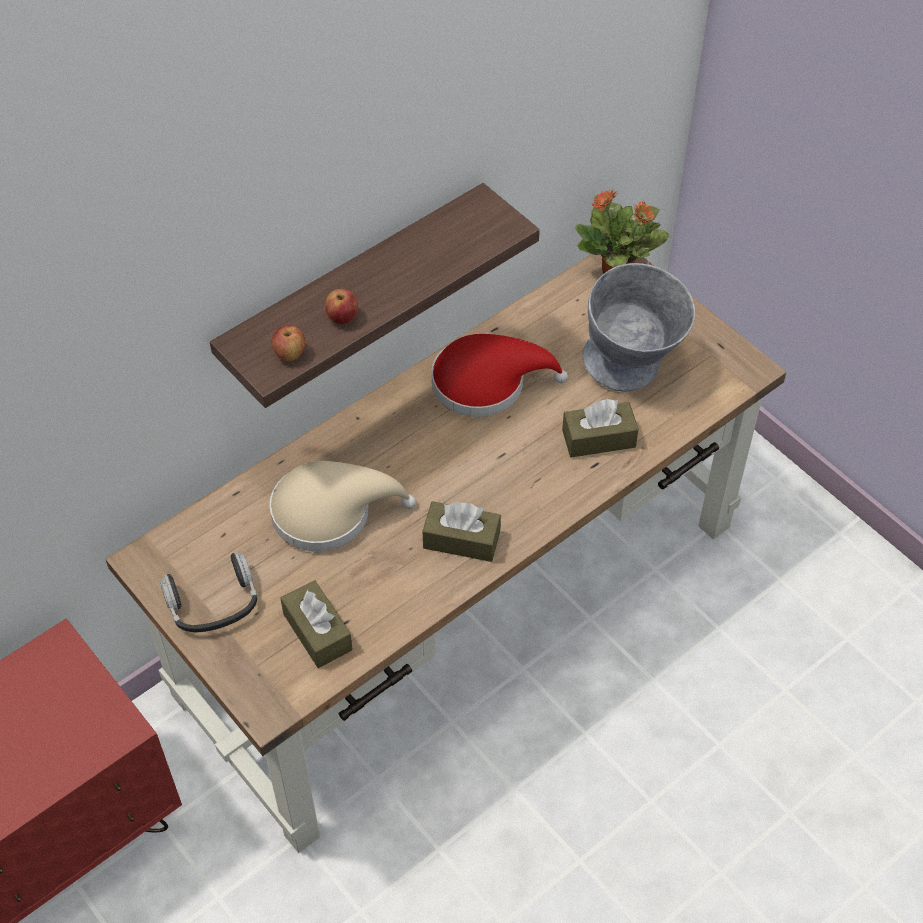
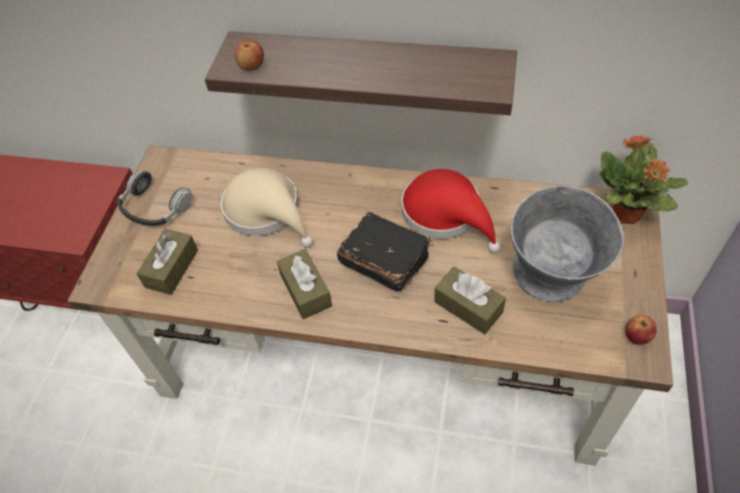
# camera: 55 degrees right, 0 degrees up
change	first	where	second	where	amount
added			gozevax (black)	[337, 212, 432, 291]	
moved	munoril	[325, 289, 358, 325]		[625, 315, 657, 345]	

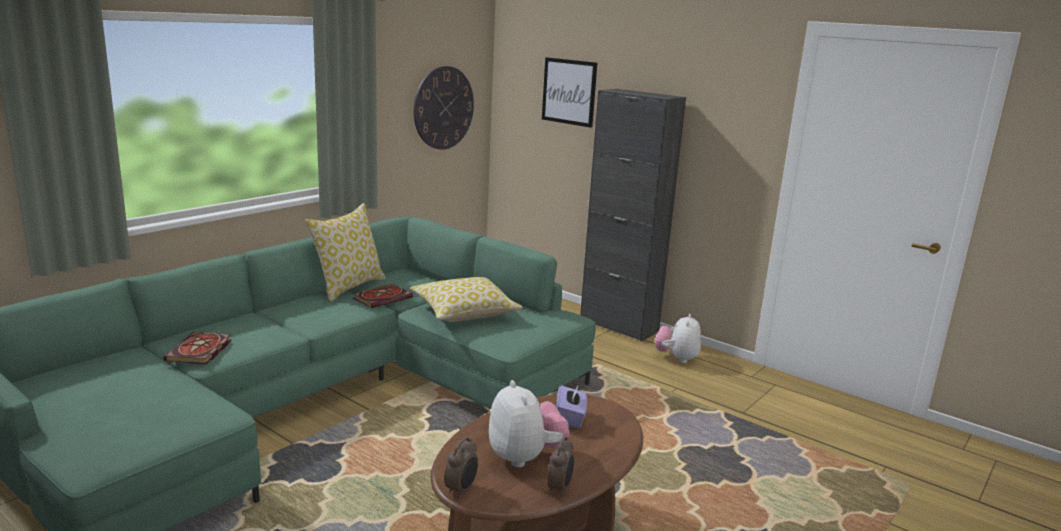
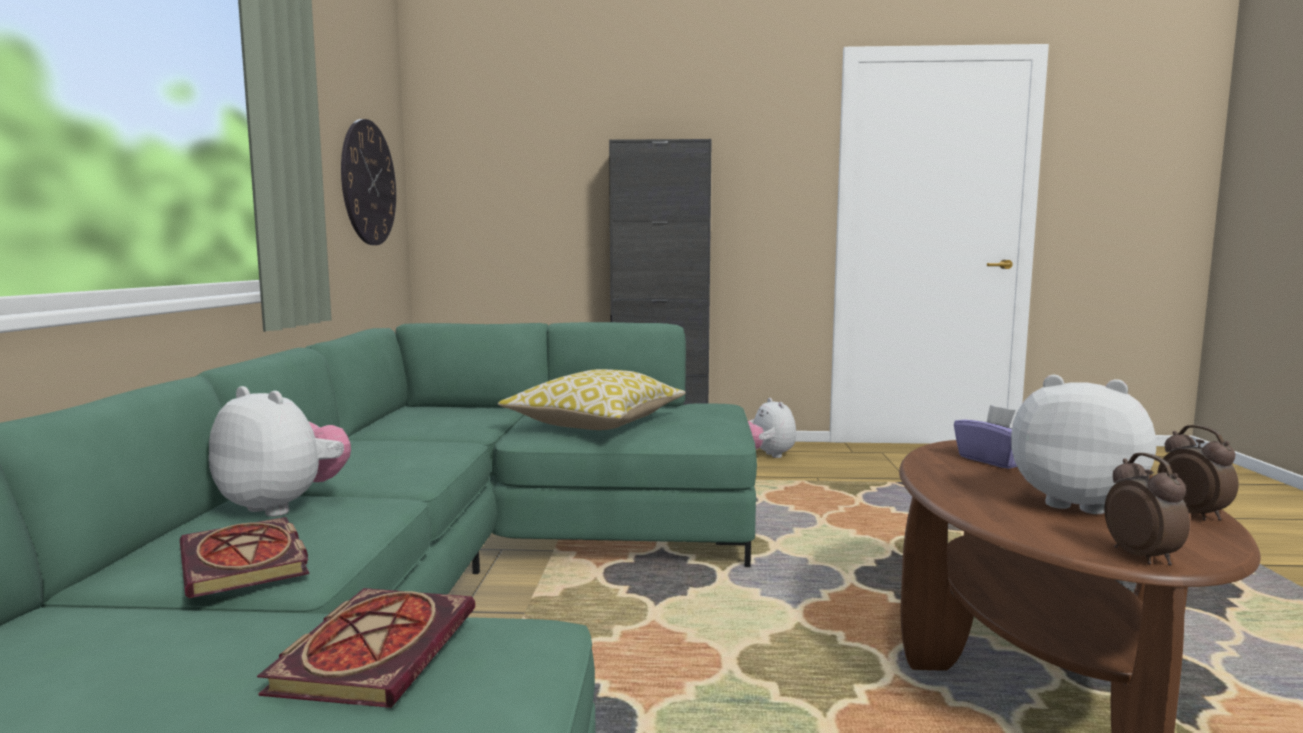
# camera: 35 degrees left, 10 degrees down
change	first	where	second	where	amount
added			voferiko	[209, 386, 351, 517]	
moved	gozevax	[353, 284, 413, 308]		[257, 588, 475, 708]	
removed	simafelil	[305, 203, 386, 302]			
removed	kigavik	[542, 57, 597, 128]			

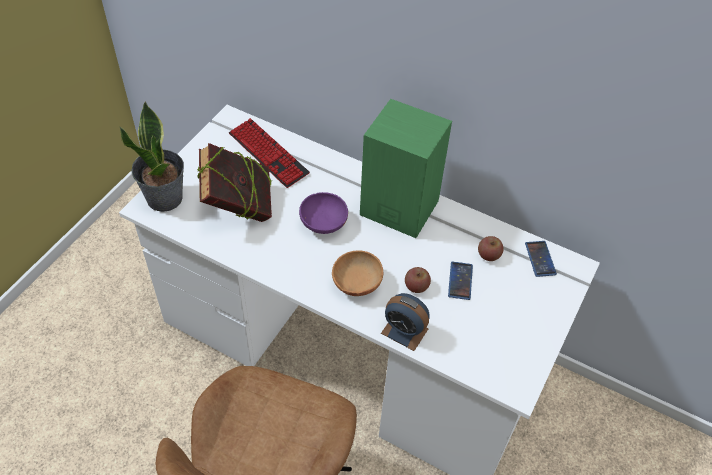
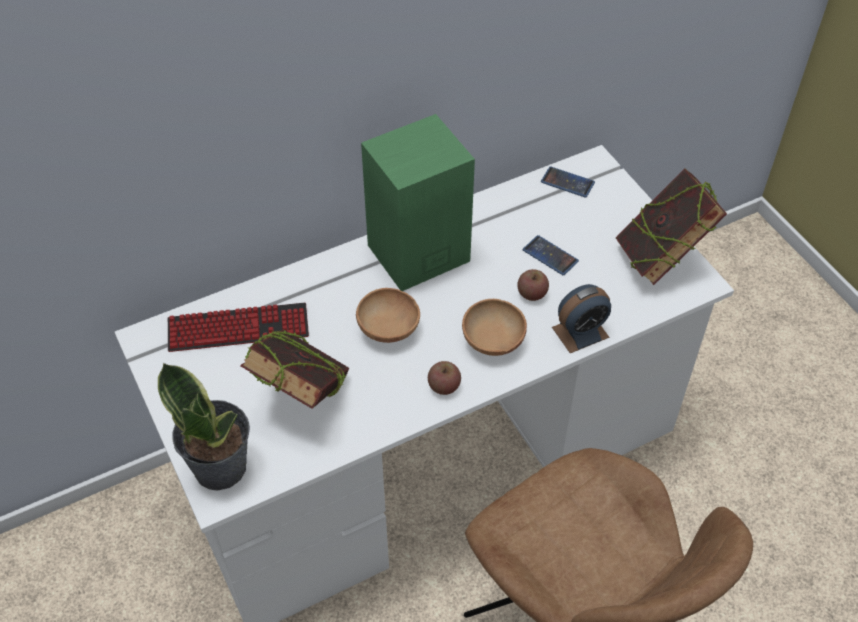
# camera: 55 degrees left, 0 degrees up
change	first	where	second	where	amount
recoloured	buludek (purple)	[299, 192, 348, 234]	buludek (brown)	[356, 288, 420, 343]	
moved	munoril	[478, 236, 503, 261]		[428, 361, 461, 395]	
added			gozevax	[616, 168, 727, 285]	

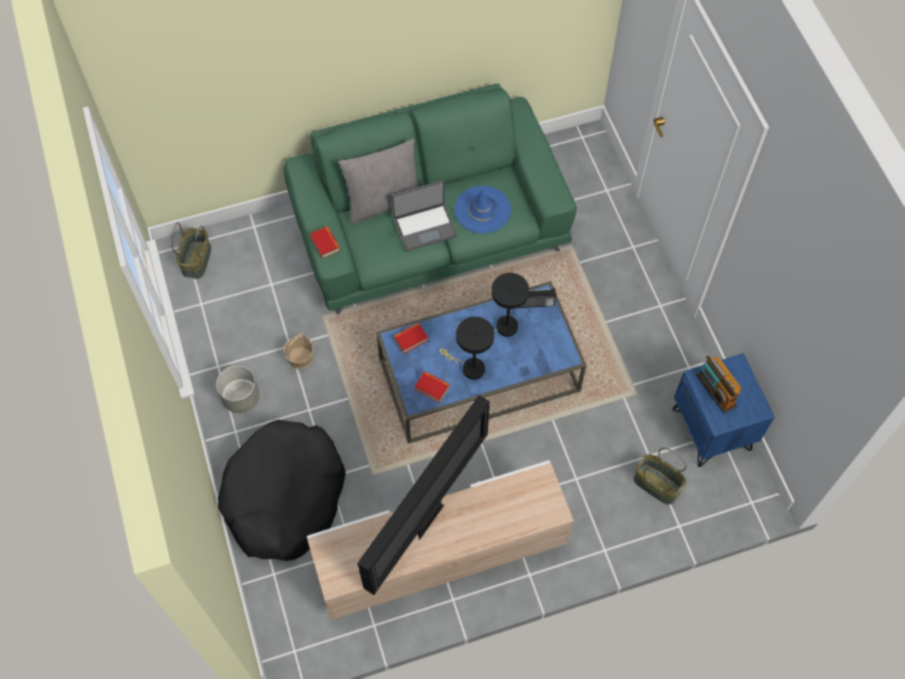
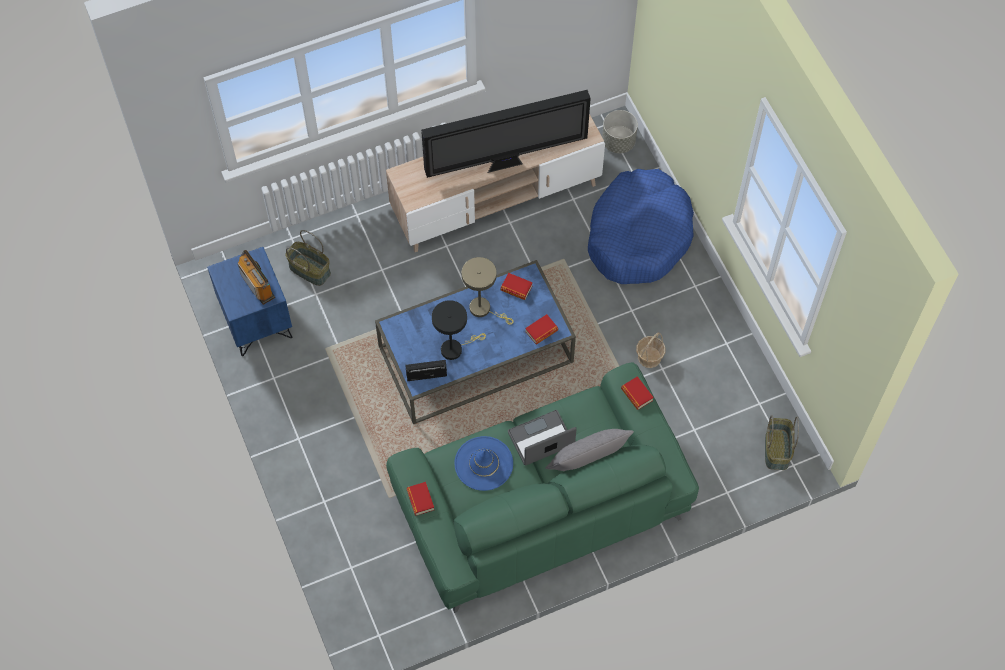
# camera: 175 degrees right, 0 degrees up
change	first	where	second	where	amount
added			gozevax	[407, 482, 434, 516]	
turned	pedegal	[358, 395, 490, 595]		[421, 90, 591, 178]	135 degrees counterclockwise
recoloured	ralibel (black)	[439, 317, 494, 380]	ralibel (beige)	[462, 257, 514, 325]	
recoloured	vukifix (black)	[218, 420, 346, 561]	vukifix (blue)	[588, 169, 694, 284]	
moved	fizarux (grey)	[216, 366, 259, 413]		[602, 110, 638, 153]	

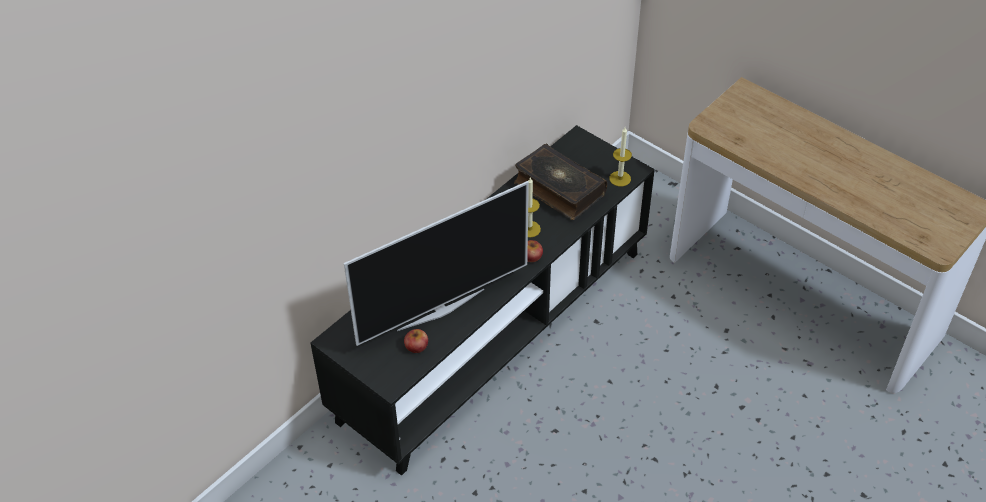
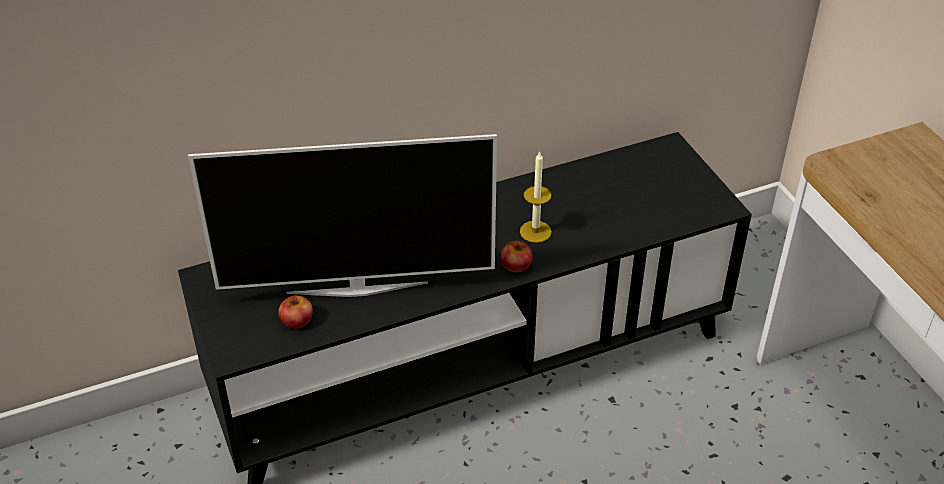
# camera: 25 degrees right, 5 degrees down
change	first	where	second	where	amount
removed	gozevax	[514, 144, 607, 220]			
removed	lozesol	[609, 127, 632, 186]			

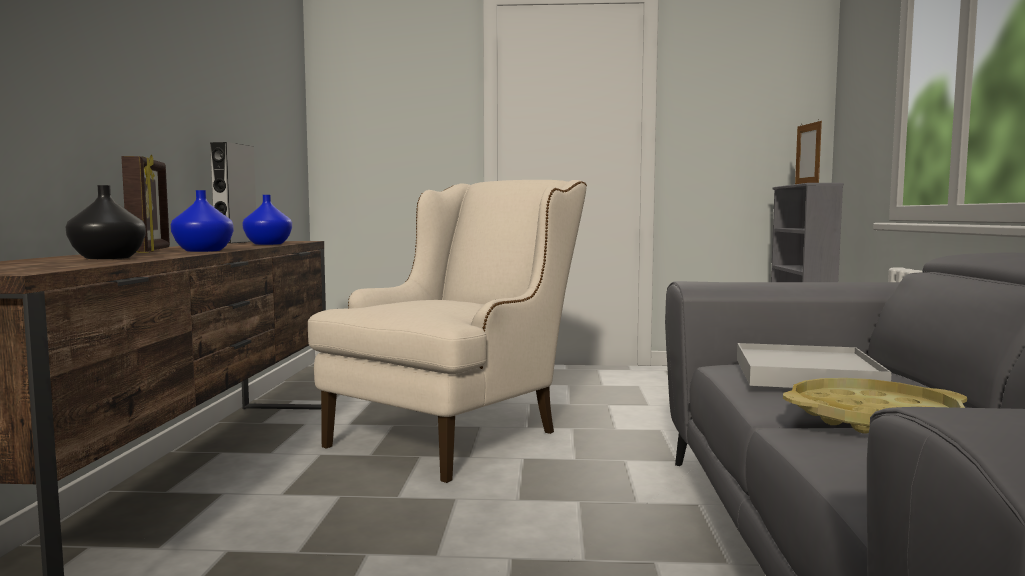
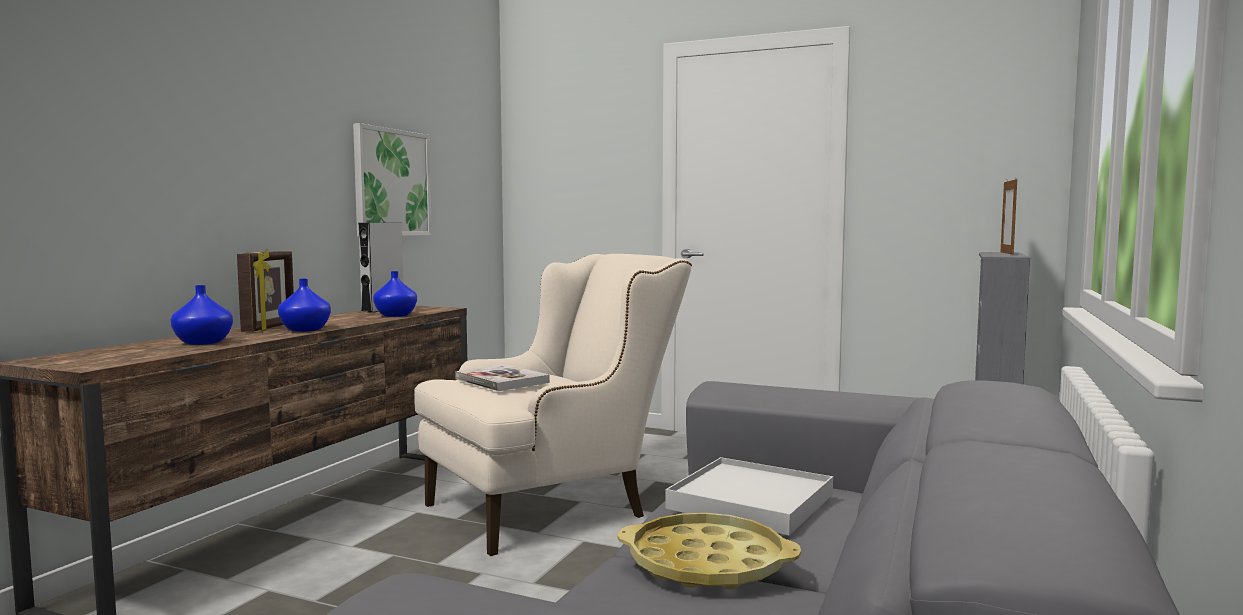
# camera: 20 degrees right, 0 degrees up
change	first	where	second	where	amount
recoloured	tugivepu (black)	[66, 185, 146, 259]	tugivepu (blue)	[171, 285, 233, 345]	
added			kigavik	[353, 123, 432, 237]	
added			gozevax	[455, 364, 550, 391]	

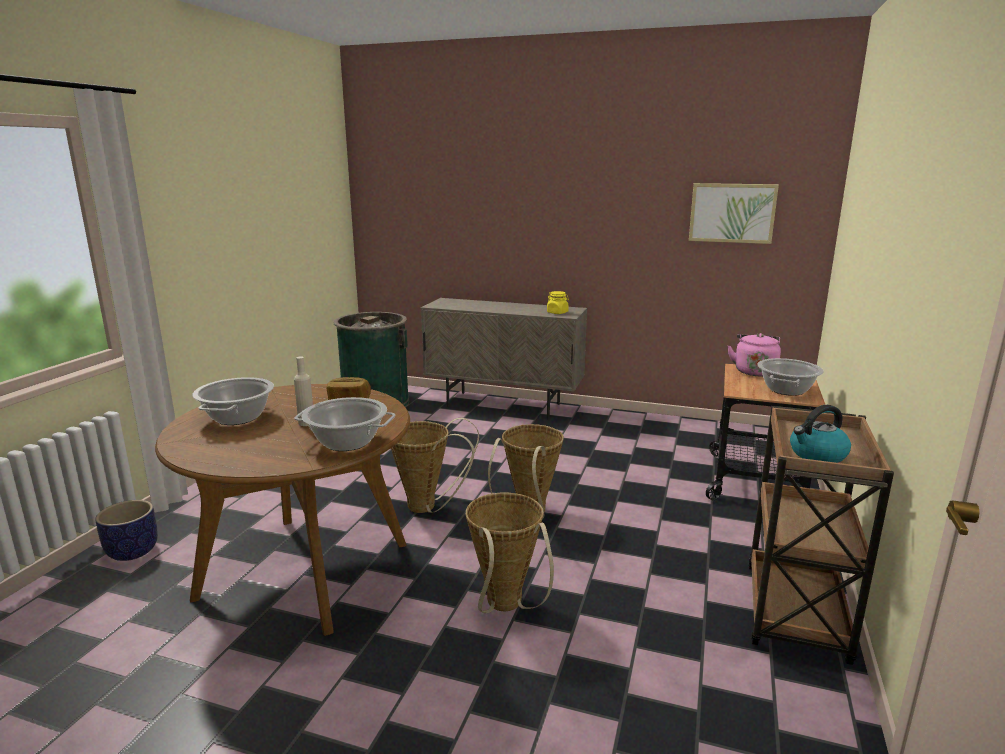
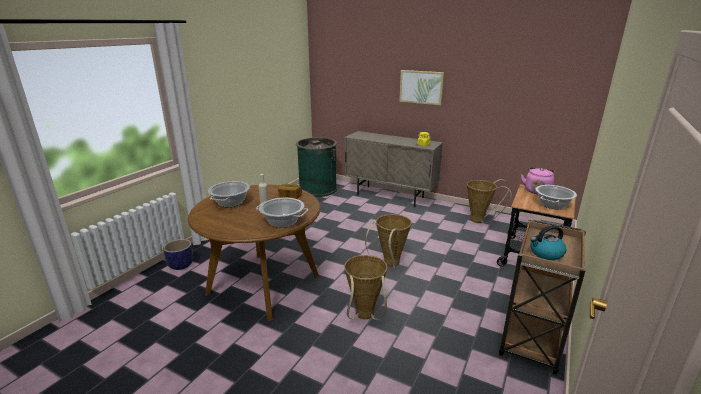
# camera: 10 degrees right, 5 degrees up
change	first	where	second	where	amount
moved	kigavik	[689, 183, 779, 244]		[399, 70, 444, 105]	
moved	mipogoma	[391, 418, 479, 513]		[467, 179, 512, 223]	

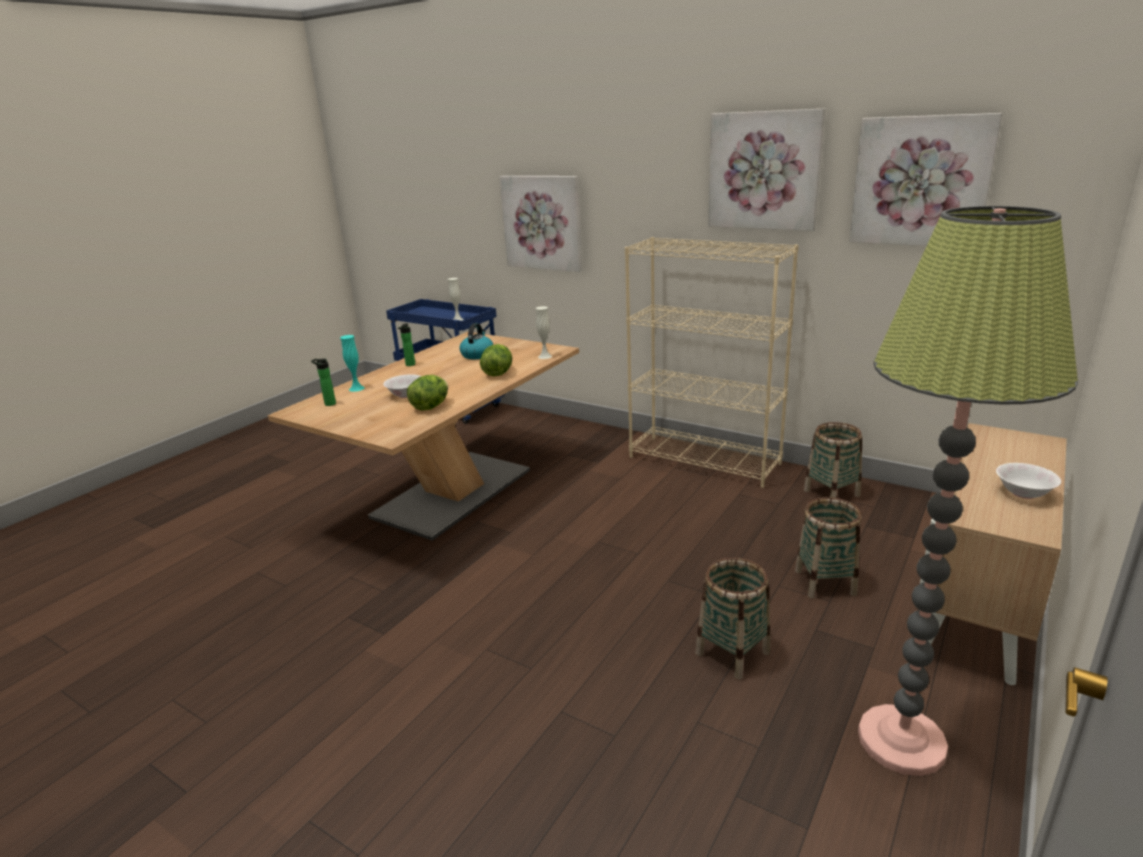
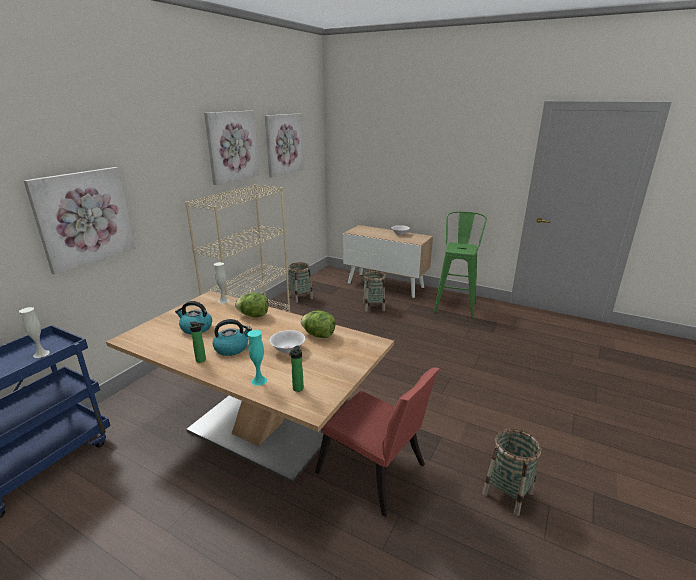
# camera: 95 degrees left, 0 degrees up
change	first	where	second	where	amount
added			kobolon	[213, 319, 252, 356]	
added			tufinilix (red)	[315, 367, 439, 517]	
replaced	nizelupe	[858, 206, 1078, 776]	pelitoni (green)	[434, 211, 487, 318]	
moved	mipogoma	[696, 558, 770, 680]		[482, 428, 541, 516]	

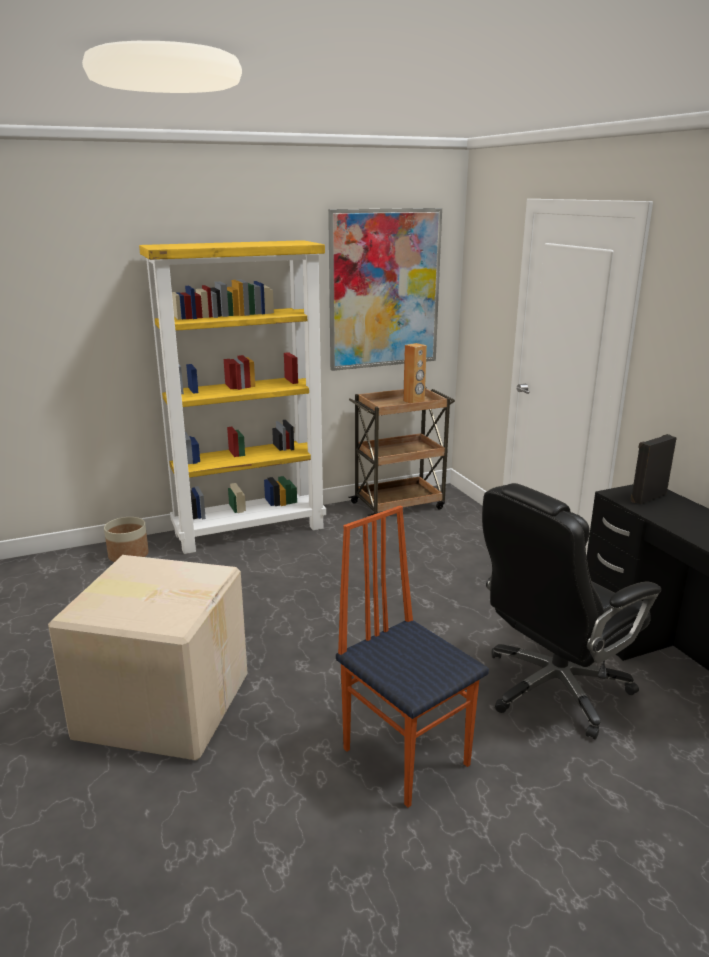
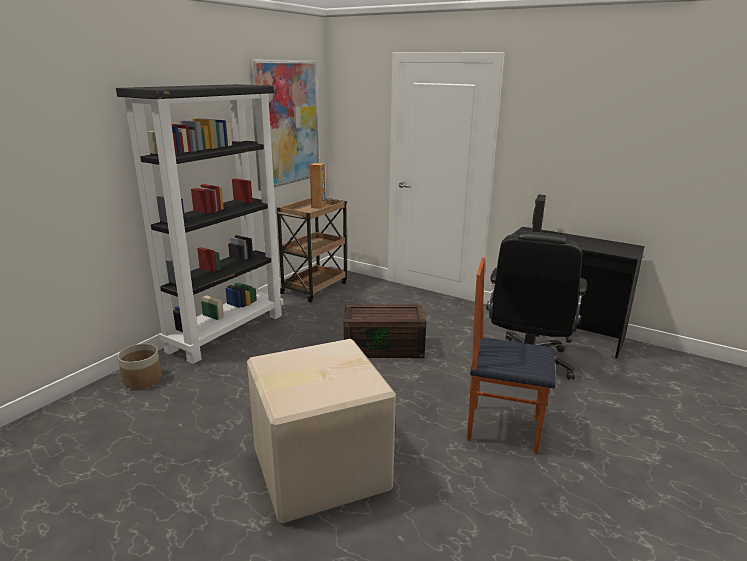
# camera: 35 degrees left, 0 degrees up
change	first	where	second	where	amount
recoloured	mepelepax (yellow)	[139, 240, 326, 554]	mepelepax (black)	[116, 84, 284, 364]	
added			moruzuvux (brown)	[344, 305, 426, 358]	

